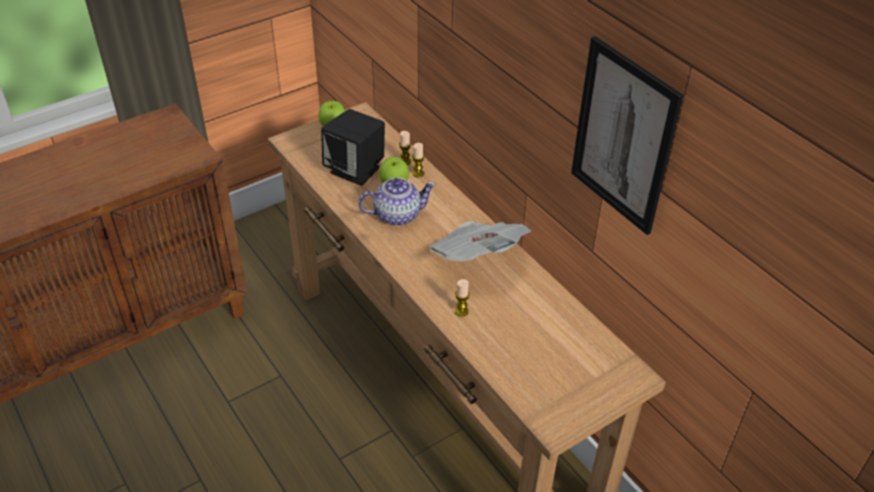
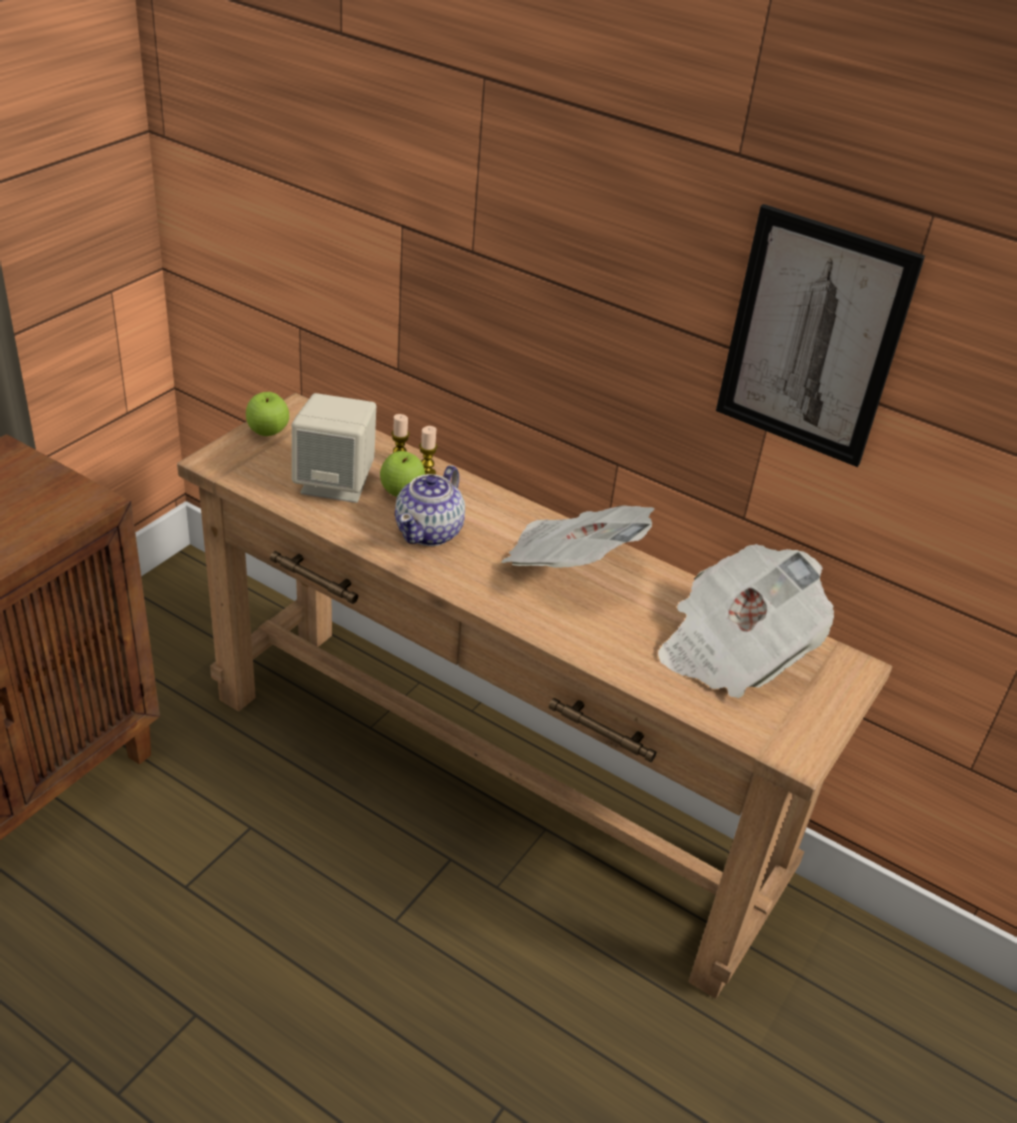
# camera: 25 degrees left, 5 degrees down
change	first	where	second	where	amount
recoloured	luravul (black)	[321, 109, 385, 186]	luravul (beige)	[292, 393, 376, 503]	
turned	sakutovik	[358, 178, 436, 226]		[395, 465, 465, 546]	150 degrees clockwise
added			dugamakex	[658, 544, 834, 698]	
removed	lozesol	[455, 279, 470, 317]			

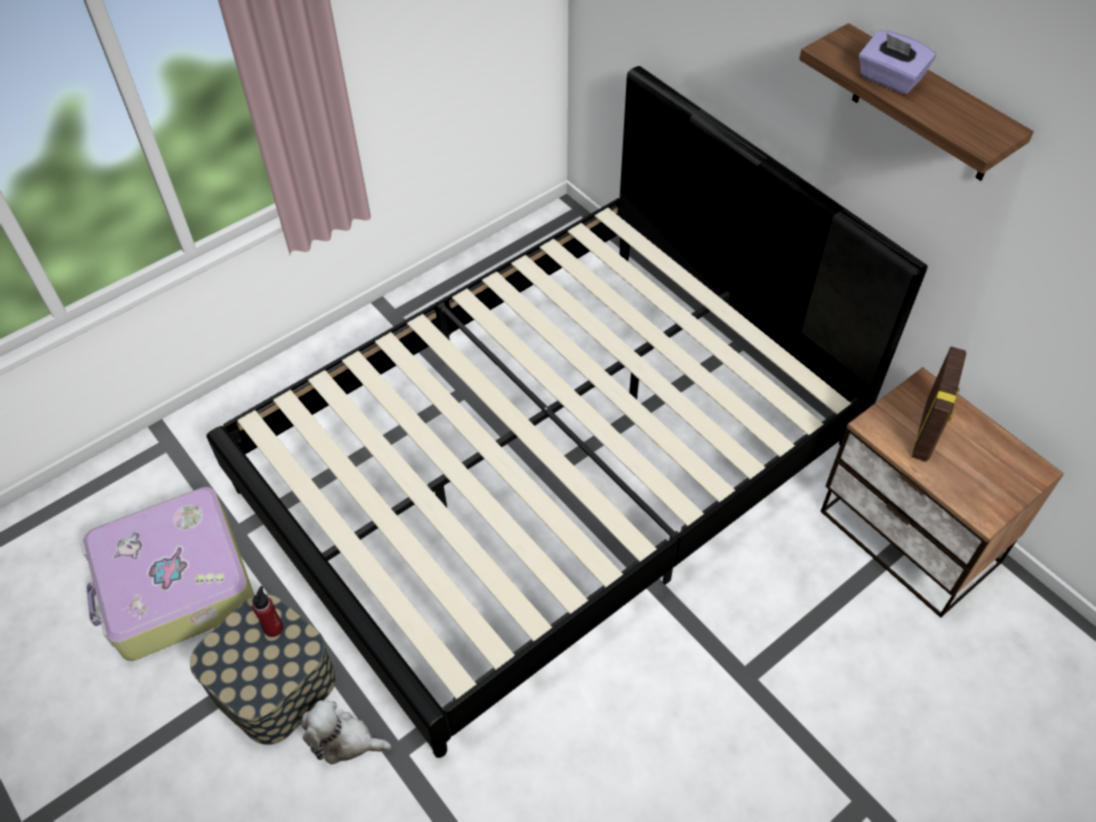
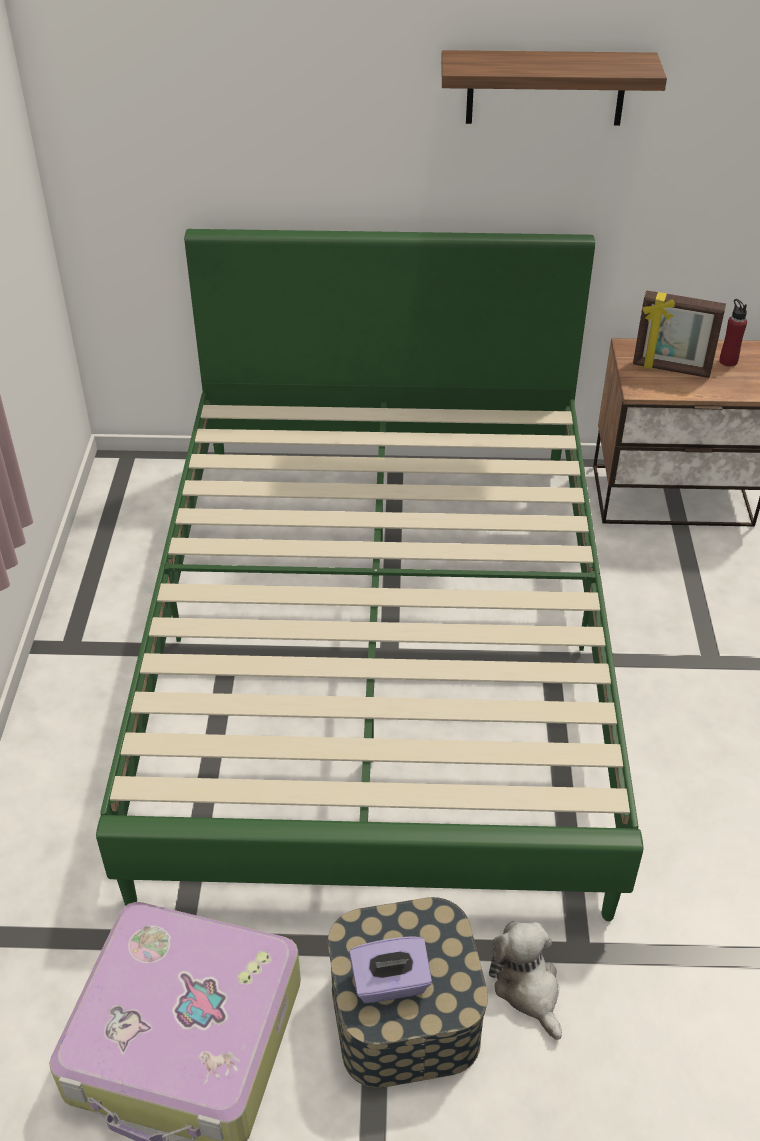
# camera: 50 degrees left, 10 degrees down
change	first	where	second	where	amount
recoloured	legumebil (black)	[207, 66, 928, 758]	legumebil (green)	[96, 229, 644, 922]	
moved	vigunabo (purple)	[859, 30, 936, 95]		[349, 936, 432, 1003]	
turned	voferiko	[301, 700, 391, 765]		[489, 921, 562, 1040]	105 degrees clockwise
turned	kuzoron	[912, 346, 966, 462]		[633, 291, 726, 378]	135 degrees clockwise
moved	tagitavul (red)	[252, 586, 283, 637]		[719, 299, 747, 367]	

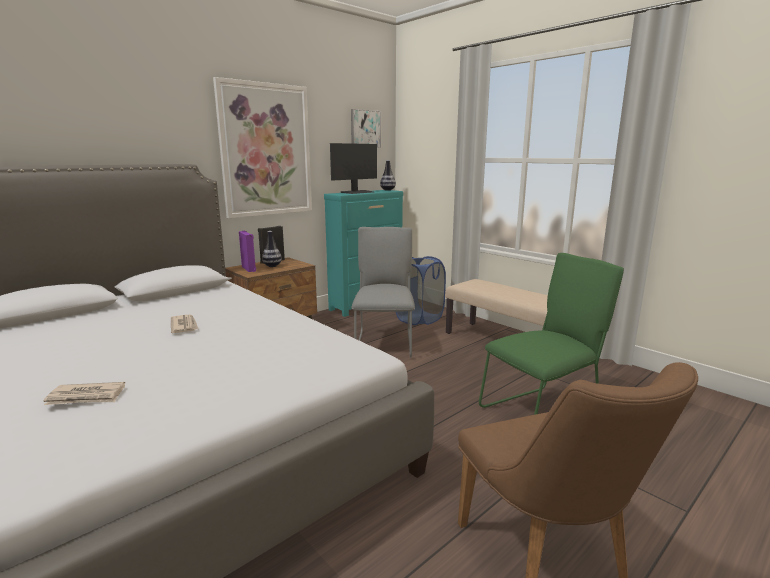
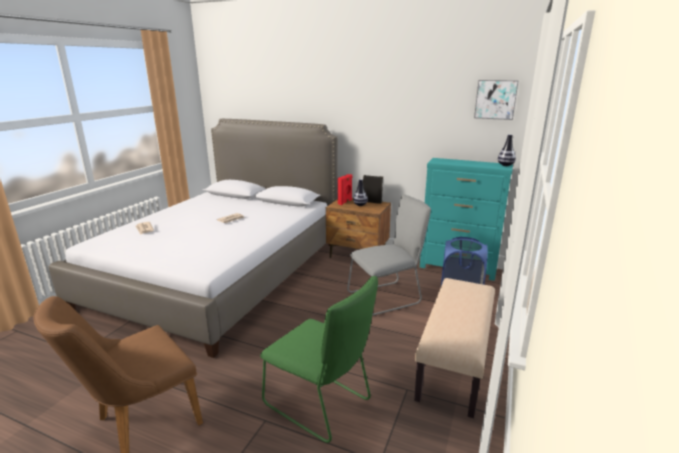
# camera: 65 degrees right, 5 degrees up
change	first	where	second	where	amount
recoloured	luravul (purple)	[239, 231, 256, 272]	luravul (red)	[338, 174, 352, 205]	
removed	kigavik	[213, 77, 312, 218]			
removed	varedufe	[330, 143, 377, 194]			

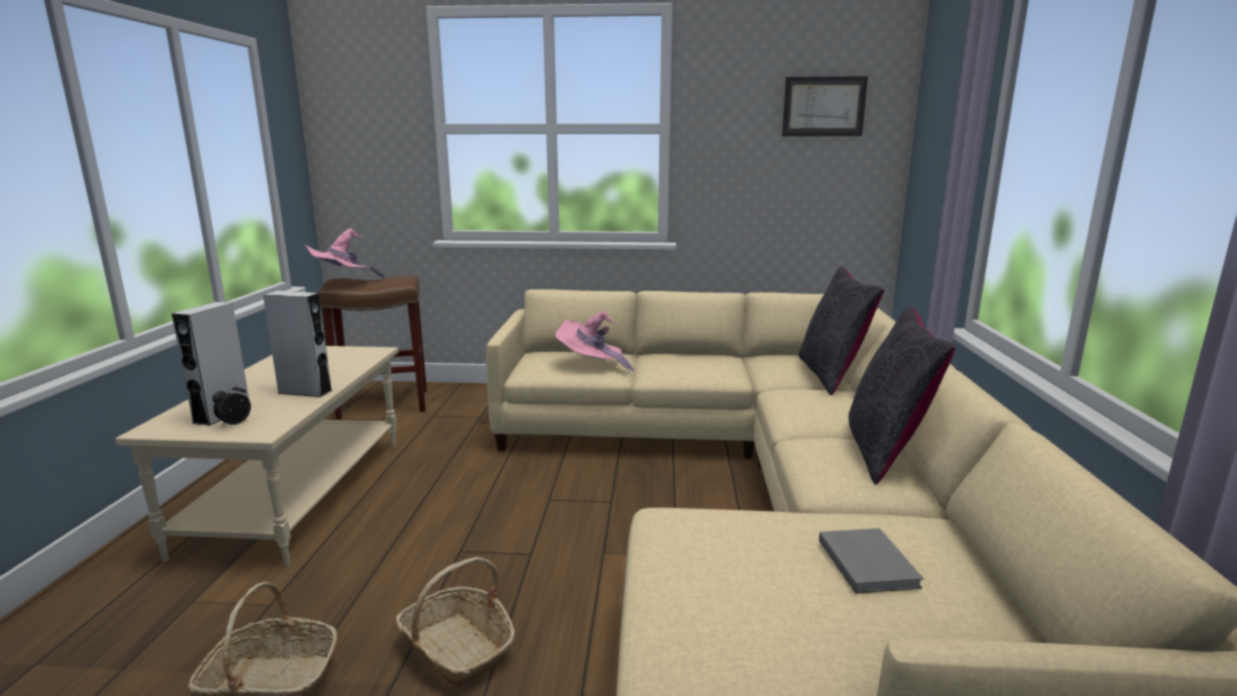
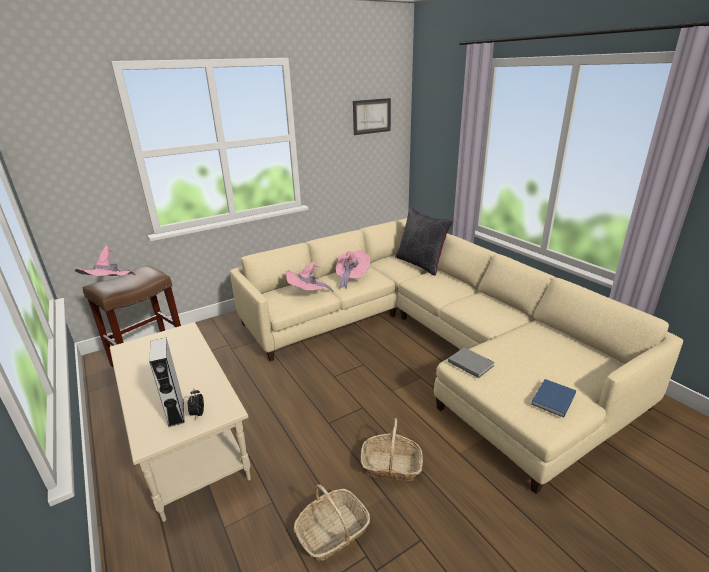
# camera: 35 degrees left, 10 degrees up
change	first	where	second	where	amount
added			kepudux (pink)	[336, 250, 370, 289]	
moved	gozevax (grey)	[819, 528, 924, 593]		[448, 347, 495, 378]	
added			gozevax (blue)	[531, 379, 576, 418]	
removed	luravul (grey)	[263, 291, 333, 397]			
removed	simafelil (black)	[848, 305, 956, 485]			

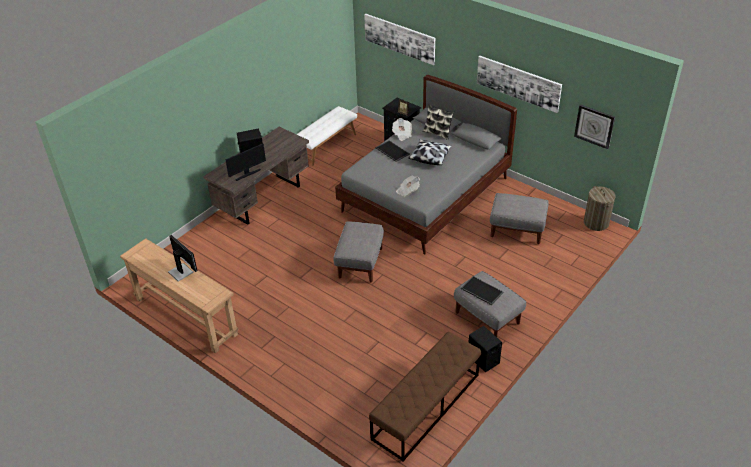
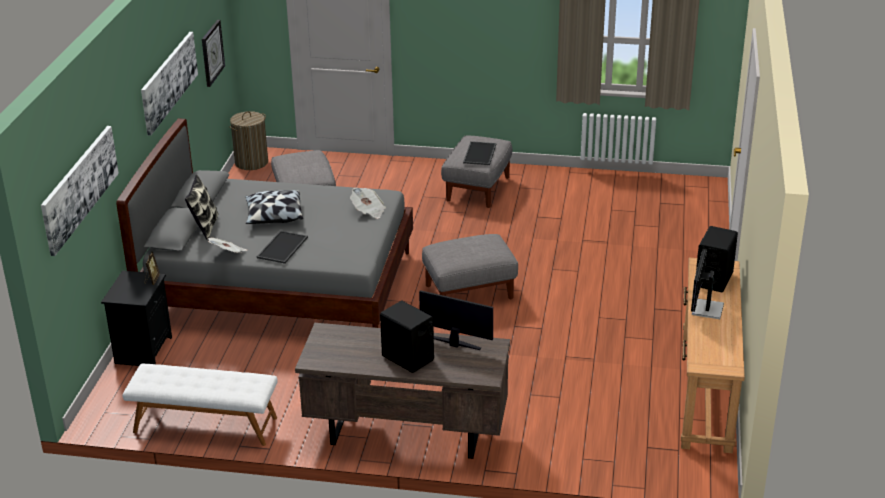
# camera: 120 degrees left, 10 degrees down
change	first	where	second	where	amount
moved	luravul (black)	[468, 326, 502, 372]		[696, 226, 738, 292]	
removed	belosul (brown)	[369, 332, 481, 462]			

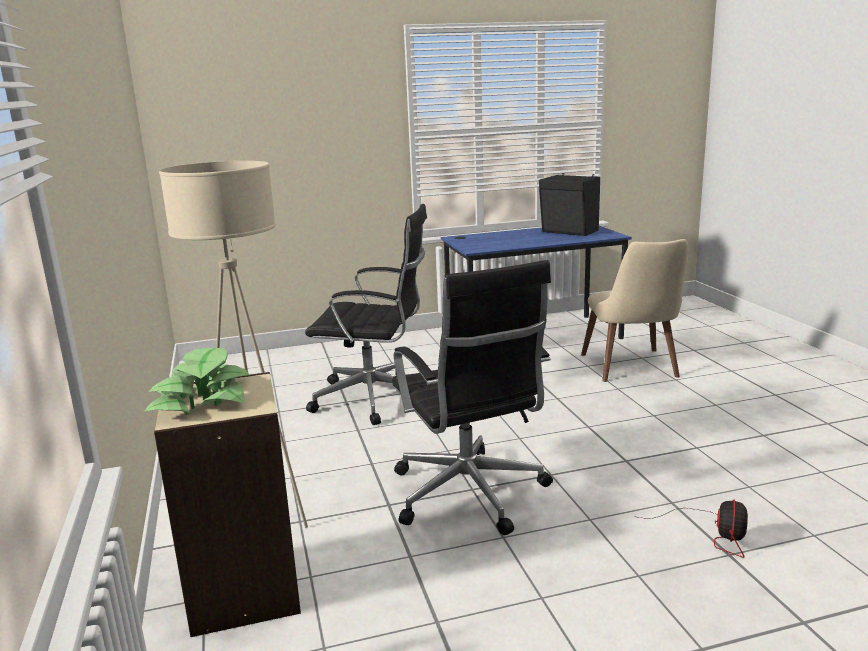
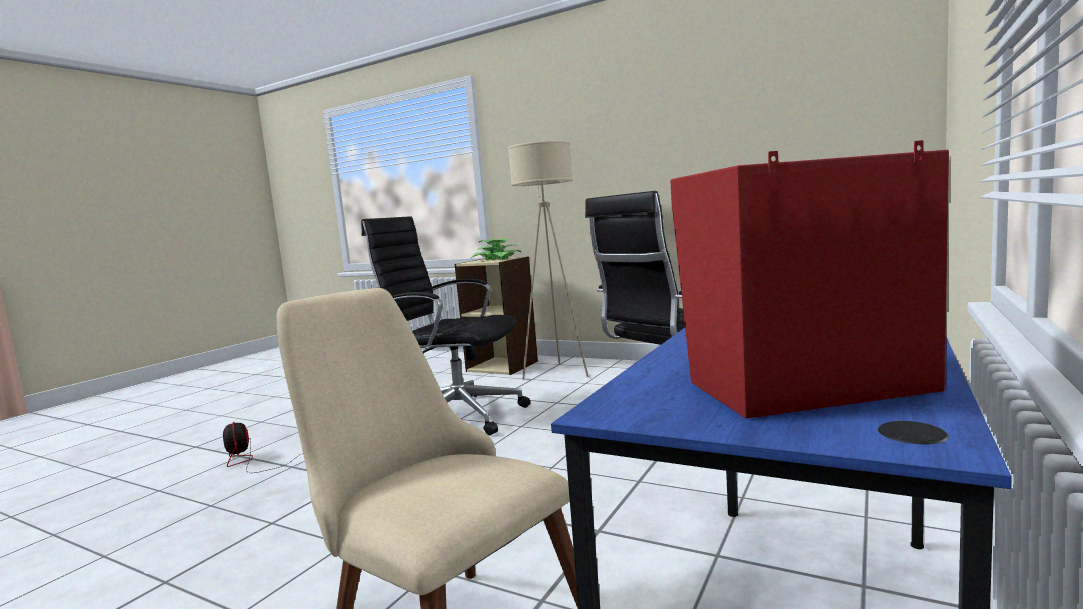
# camera: 135 degrees right, 10 degrees down
change	first	where	second	where	amount
recoloured	luravul (black)	[539, 173, 600, 236]	luravul (red)	[670, 140, 949, 419]	

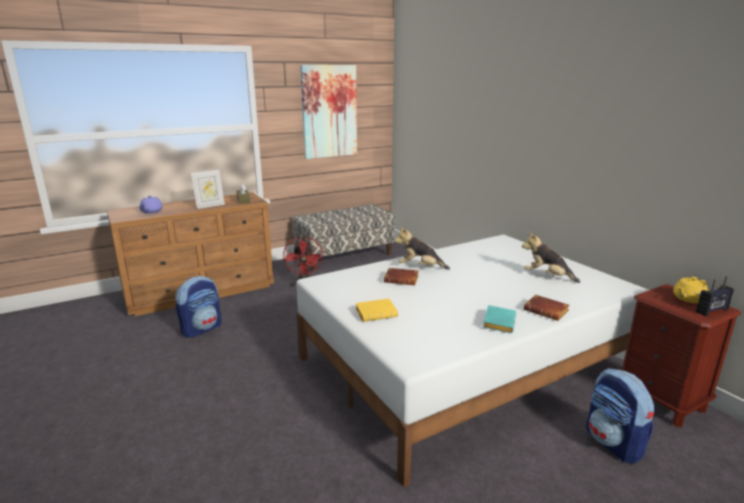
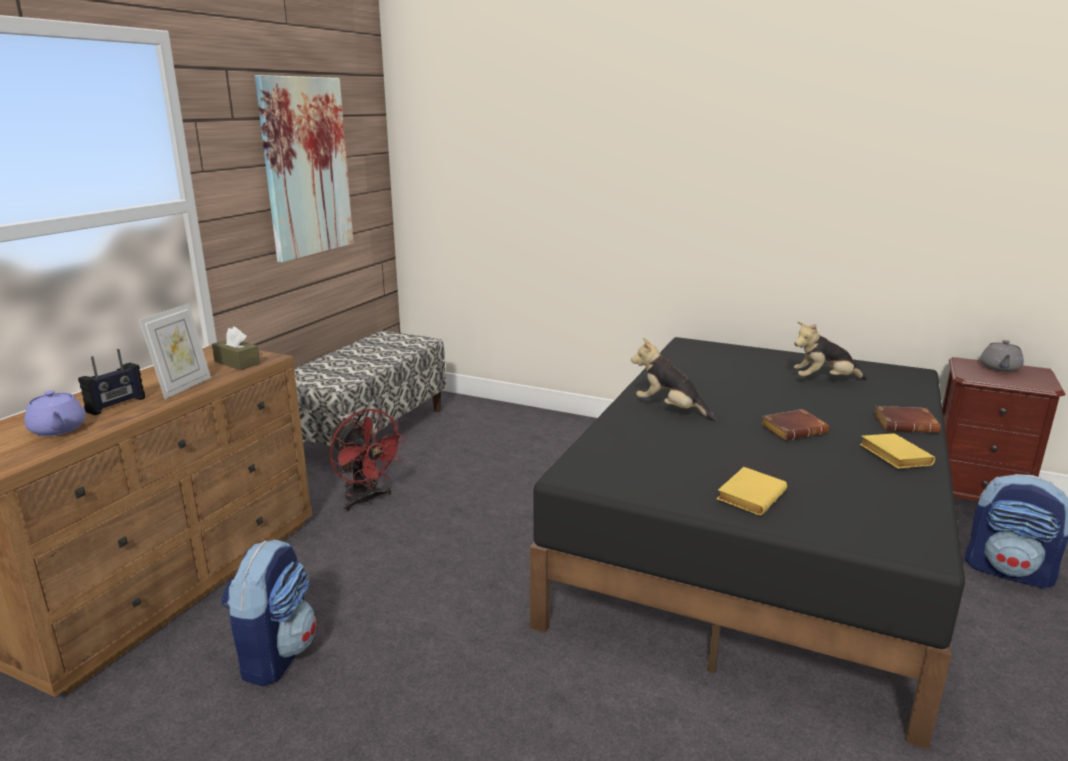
# camera: 35 degrees left, 0 degrees up
change	first	where	second	where	amount
moved	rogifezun	[696, 276, 734, 316]		[78, 349, 145, 415]	
recoloured	legumebil (white)	[296, 235, 648, 487]	legumebil (black)	[530, 337, 965, 749]	
turned	voferiko	[394, 227, 450, 270]		[631, 338, 717, 421]	60 degrees clockwise
moved	gozevax (brown)	[384, 268, 419, 285]		[761, 409, 829, 441]	
recoloured	gozevax (turquoise)	[483, 305, 516, 333]	gozevax (yellow)	[860, 433, 935, 469]	
recoloured	sakutovik (yellow)	[673, 277, 708, 303]	sakutovik (grey)	[980, 340, 1024, 372]	

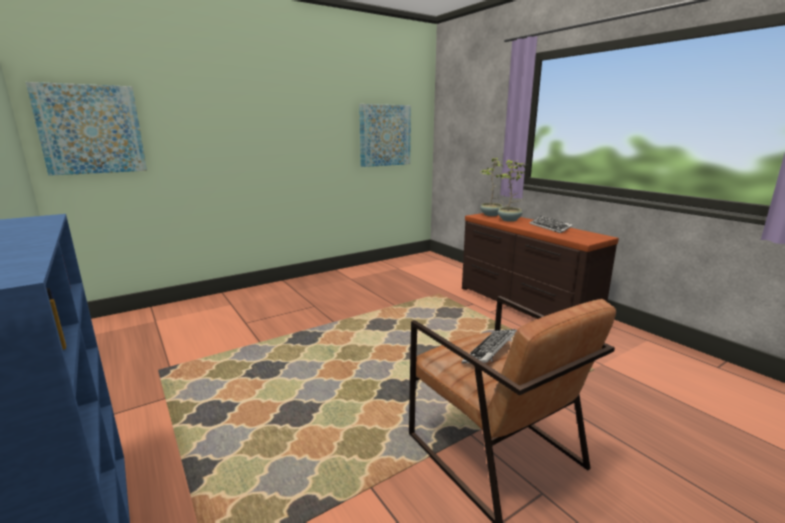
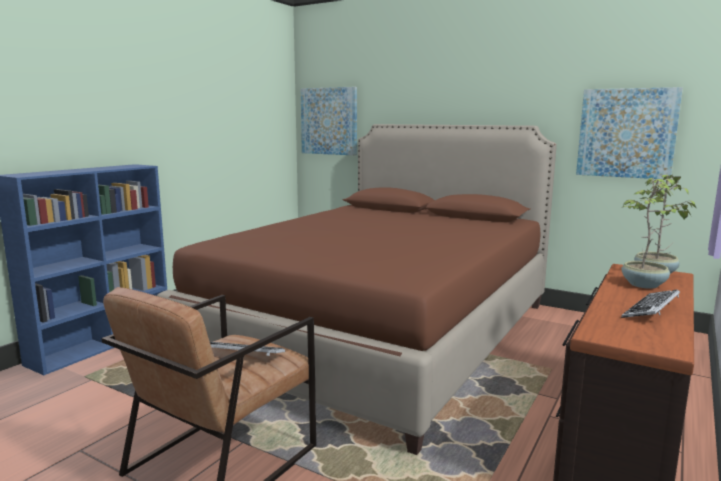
# camera: 65 degrees right, 5 degrees down
change	first	where	second	where	amount
added			legumebil (brown)	[157, 124, 557, 455]	

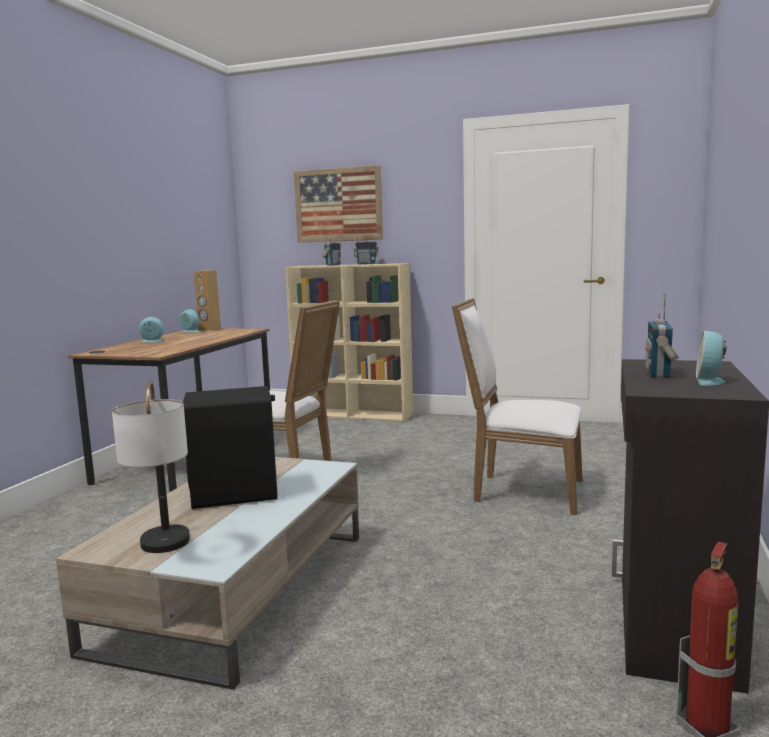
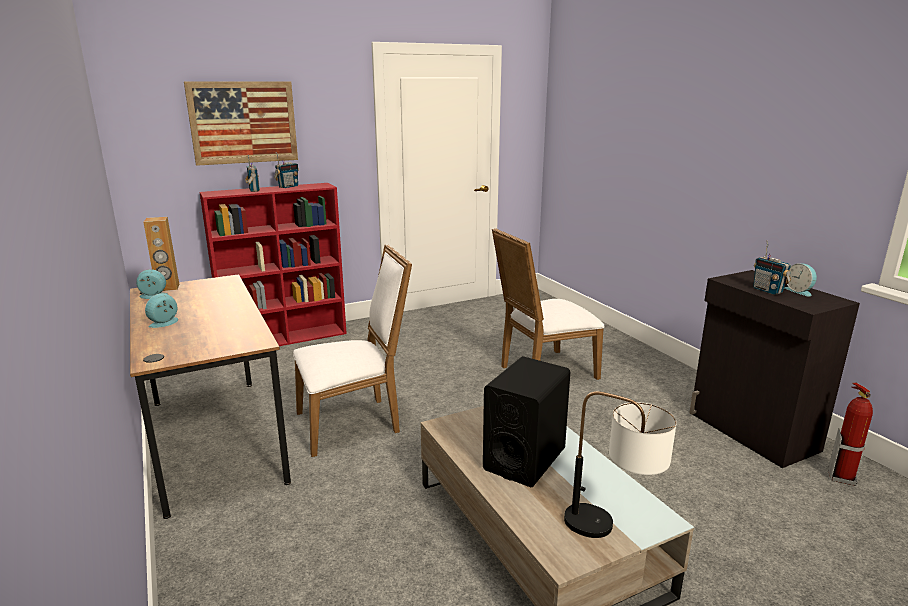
# camera: 45 degrees left, 10 degrees up
change	first	where	second	where	amount
recoloured	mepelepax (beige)	[285, 263, 413, 422]	mepelepax (red)	[200, 183, 347, 346]	

